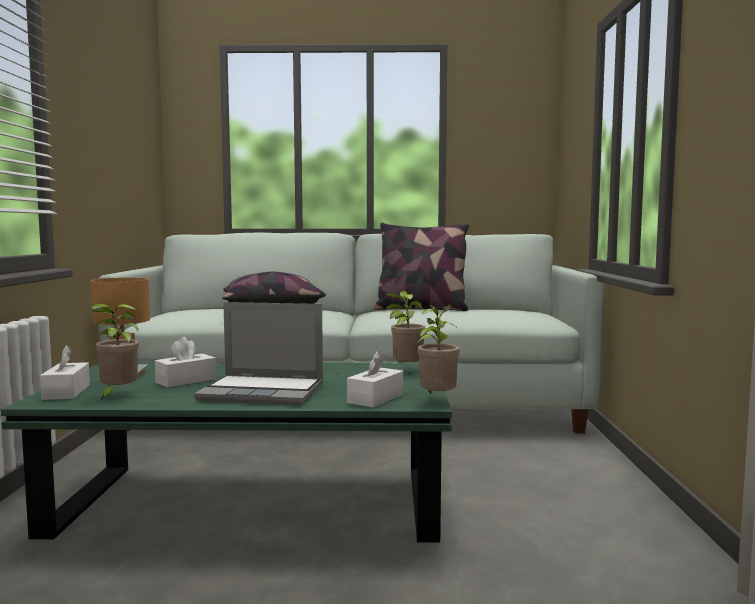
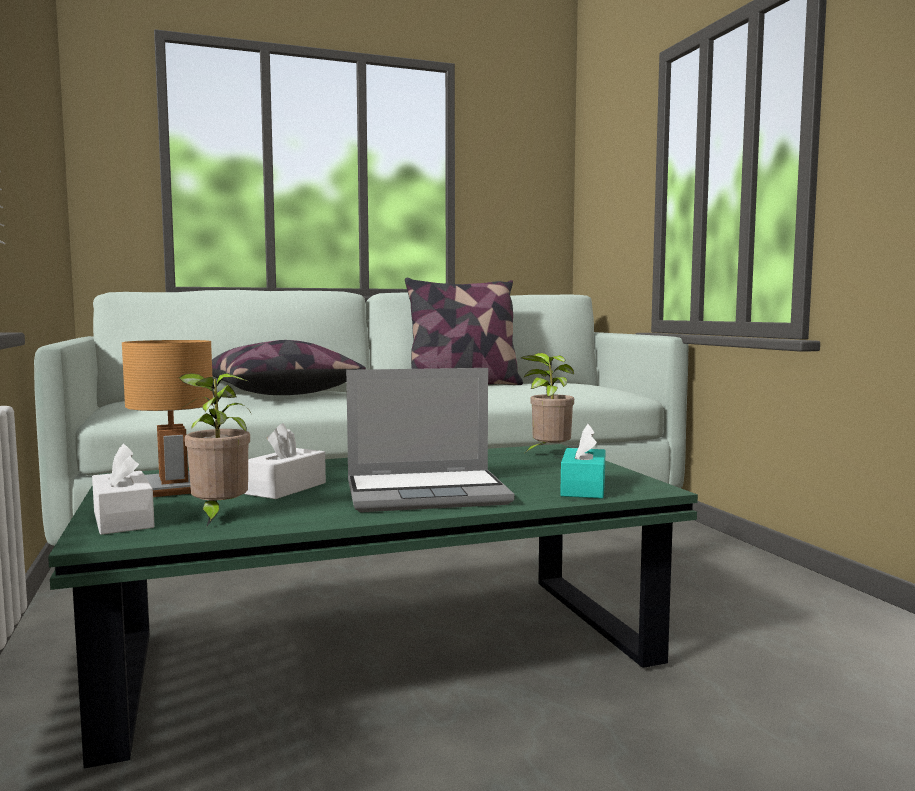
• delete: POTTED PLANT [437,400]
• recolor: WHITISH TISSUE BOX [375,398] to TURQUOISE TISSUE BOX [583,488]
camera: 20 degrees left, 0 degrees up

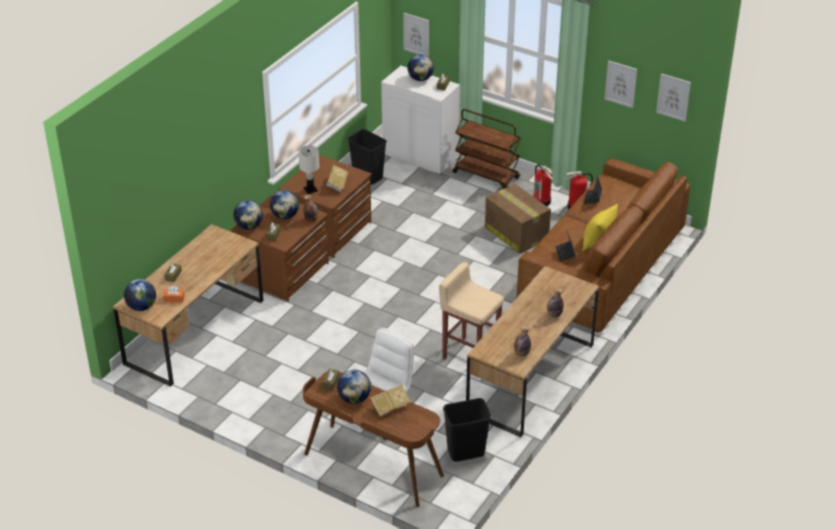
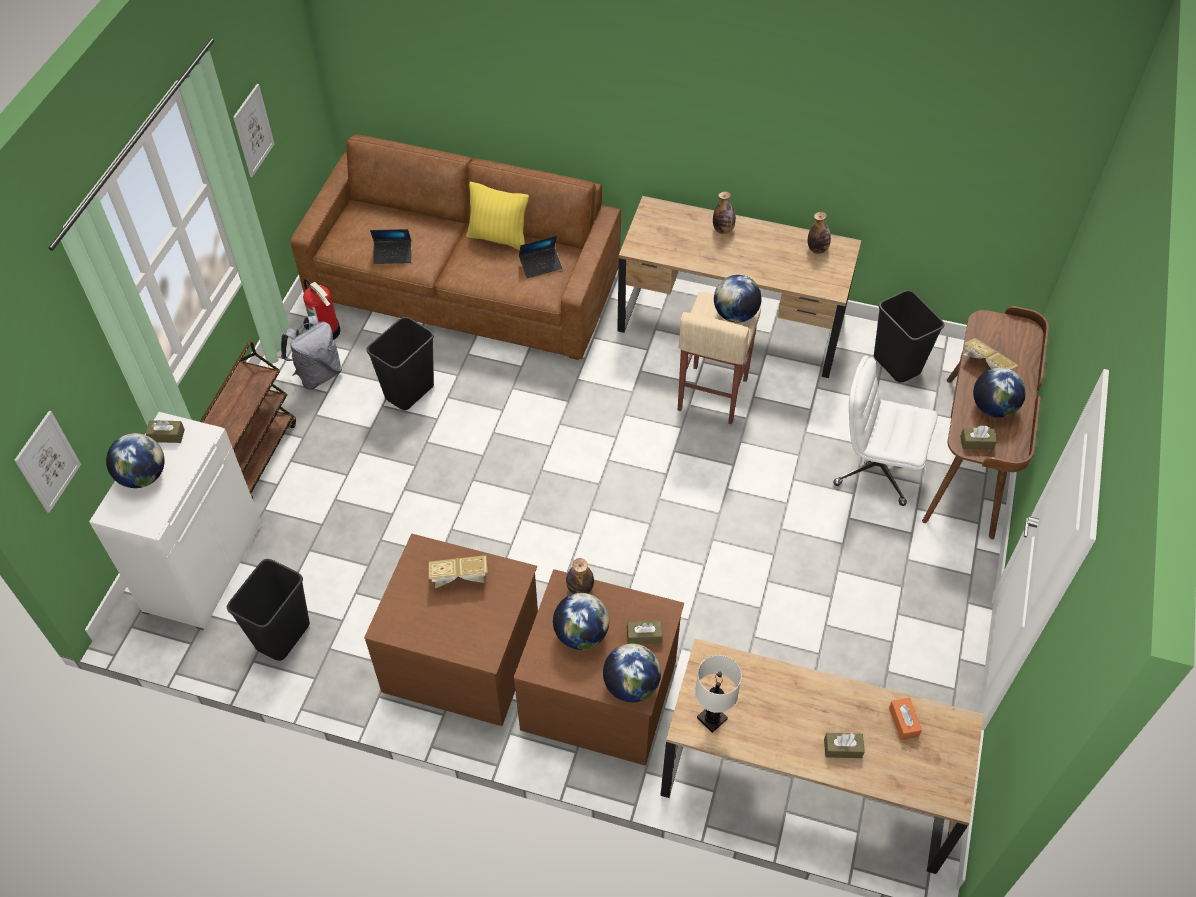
• delete: WALL PICTURE [673,97]
• move: GLOBE [141,307] to [735,314]
• move: WHITISH LAMP FOR A TABLE [310,189] to [711,718]
• replace: CARTON [515,233] to BLACKISH WASTE BIN [409,392]
• replace: FIRE EXTINGUISHER [542,201] to GREYISH BACKPACK [318,374]
camera: 105 degrees left, 15 degrees up

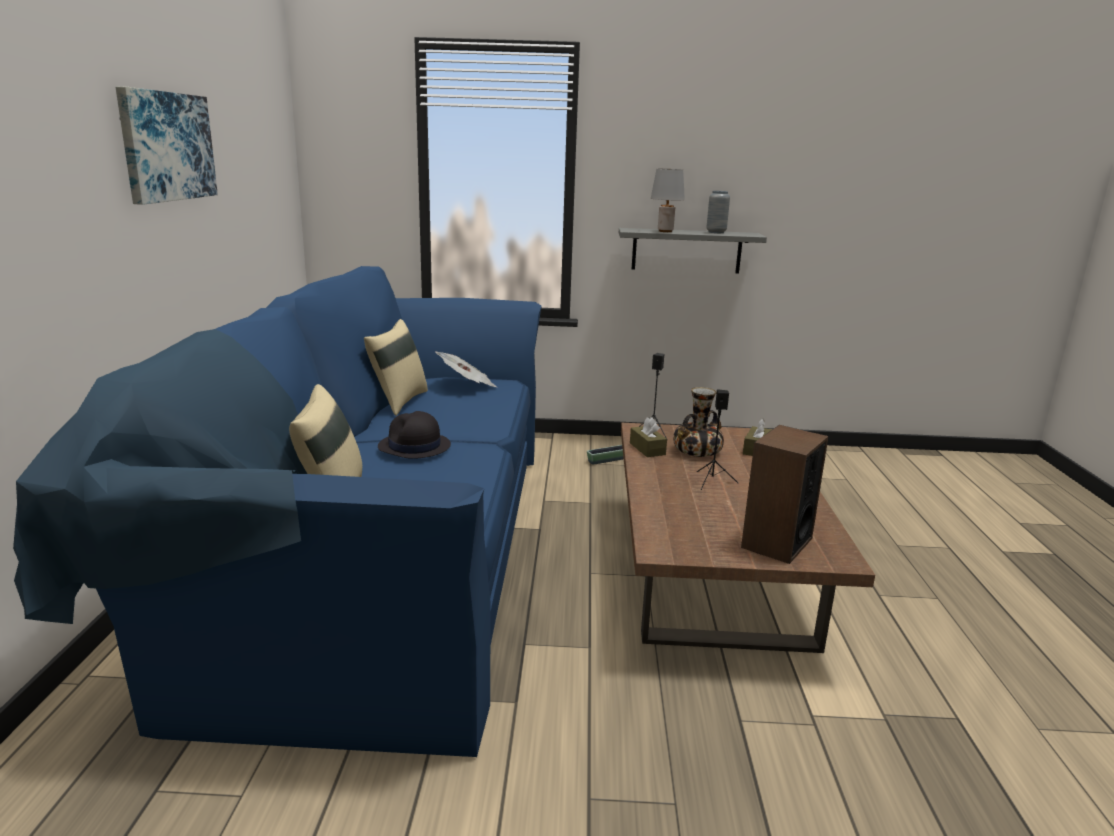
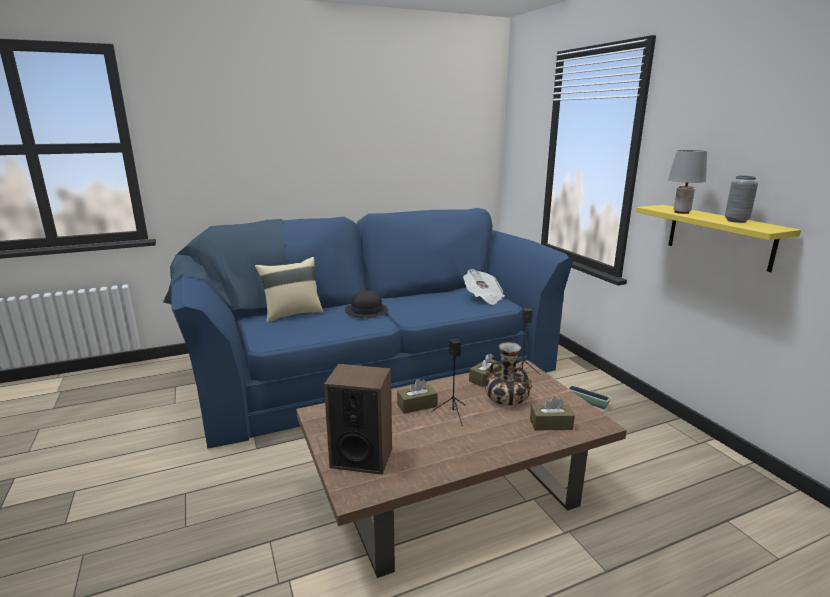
• delete: WALL PICTURE [166,146]
• delete: BEIGE PILLOW [398,401]
• insert: BROWN-COLOURED TISSUE BOX [417,405]
• recolor: GREYISH WALL SHELF [686,250] to YELLOW-COLOURED WALL SHELF [719,236]
camera: 65 degrees right, 0 degrees up

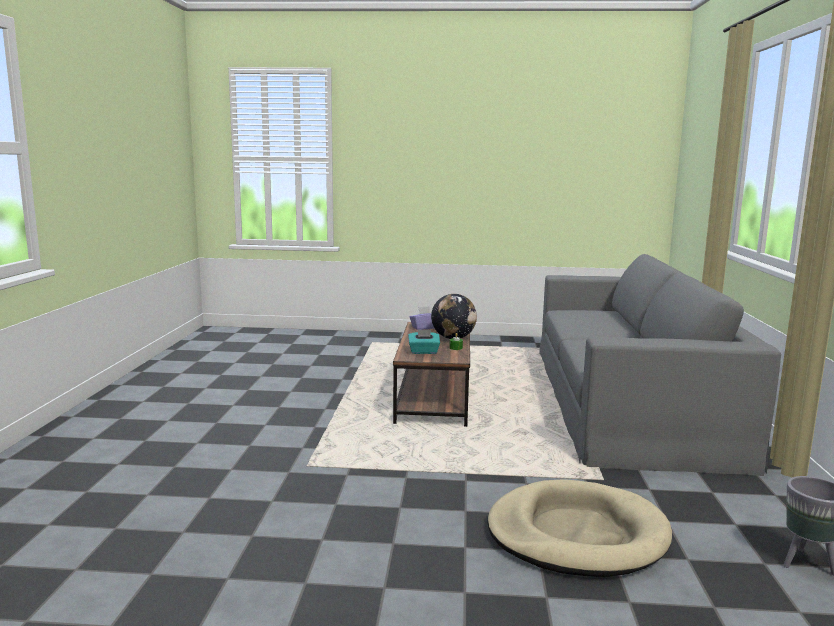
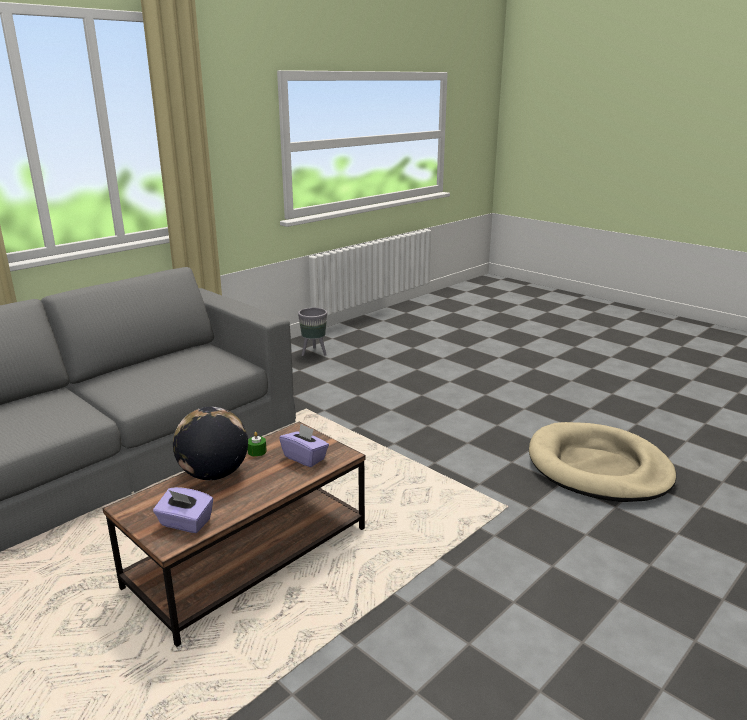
• move: BEIGE PET BED [576,534] to [598,467]
• recolor: TURQUOISE TISSUE BOX [423,352] to PURPLE TISSUE BOX [305,458]
camera: 140 degrees left, 10 degrees up

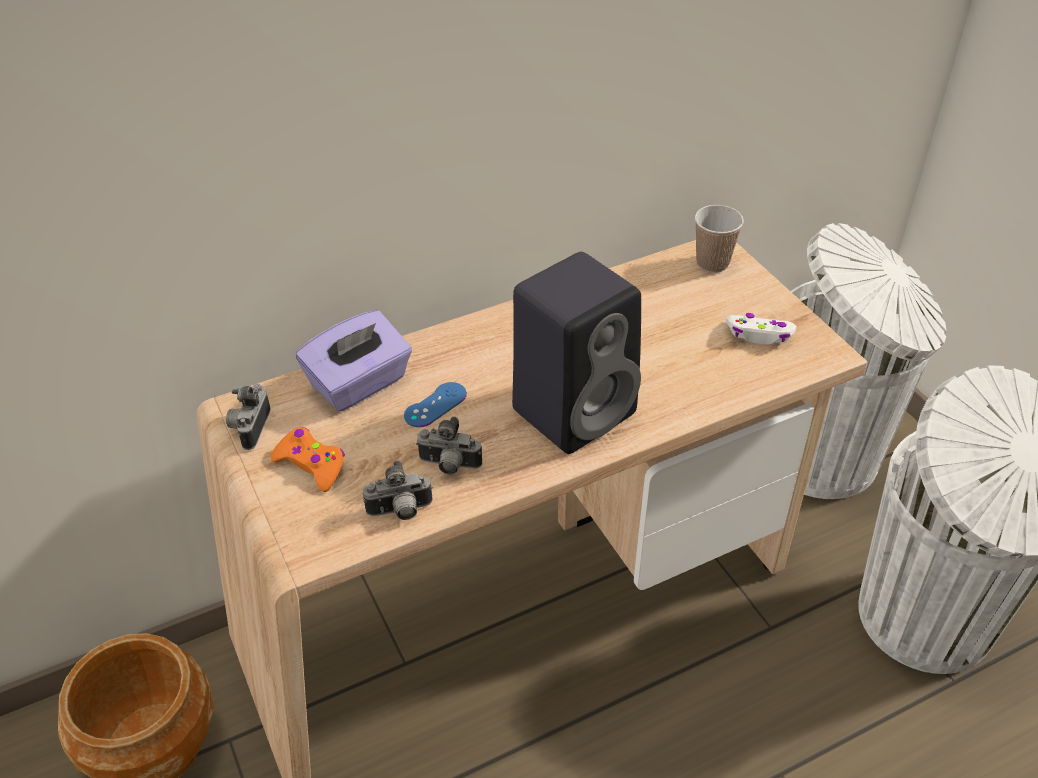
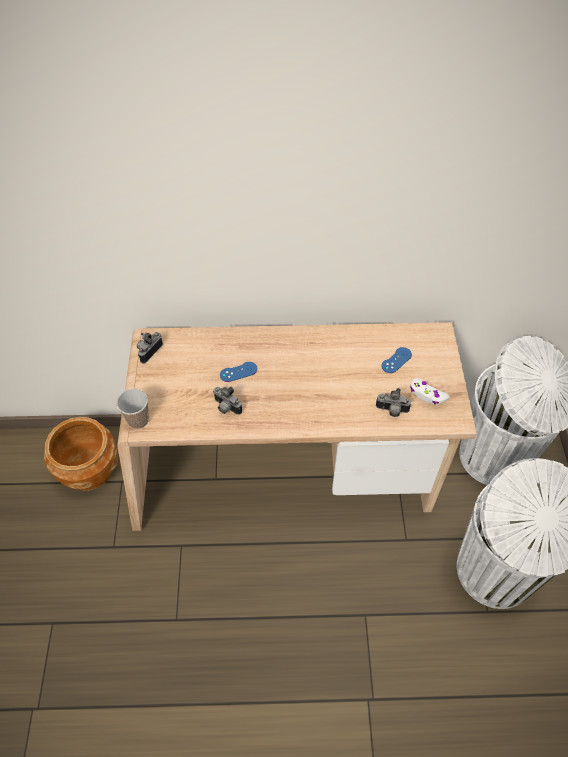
• delete: ORANGEY GAME CONTROLLER [311,465]
• delete: PURPLE TISSUE BOX [360,384]
• delete: BLACKISH LOUDSPEAKER [576,409]
• insert: BLUE-COLOURED GAME CONTROLLER [396,360]
• move: PHOTO CAMERA [400,512] to [391,411]
• move: DRINKING CUP [712,263] to [138,420]
camera: 25 degrees right, 10 degrees up

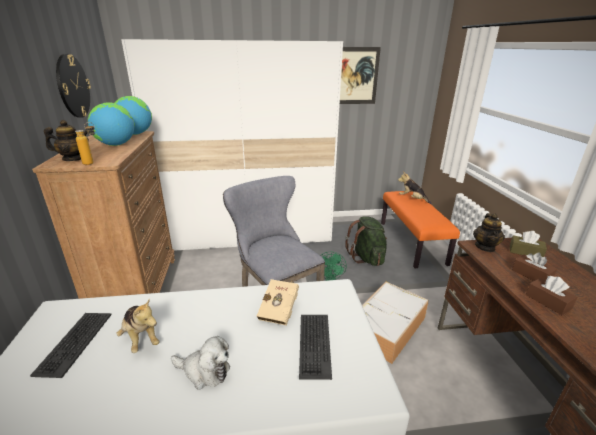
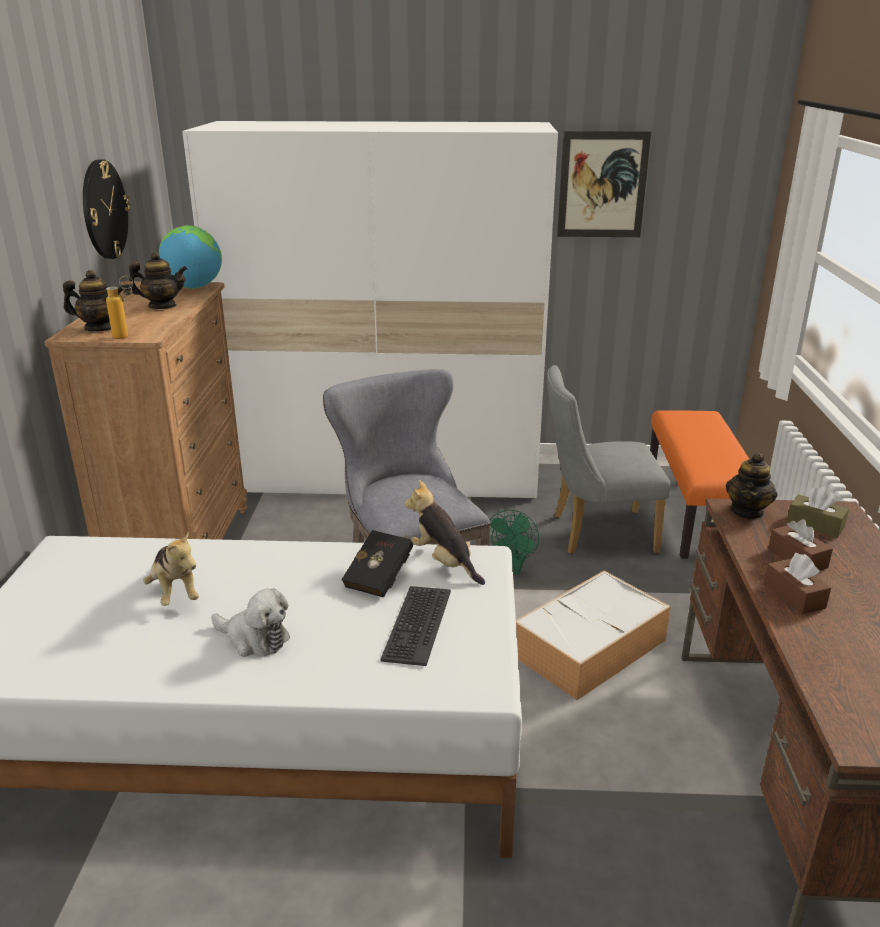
• delete: COMPUTER KEYBOARD [74,342]
• move: SOFT TOY [412,199] to [444,562]
• replace: GLOBE [116,145] to TEA POT [162,306]
• replace: GREENISH BACKPACK [367,258] to GREYISH PLAIN CHAIR [595,533]
• recolor: BEIGE BOOK [280,310] to BLACKISH BOOK [381,577]
camera: 10 degrees right, 0 degrees up

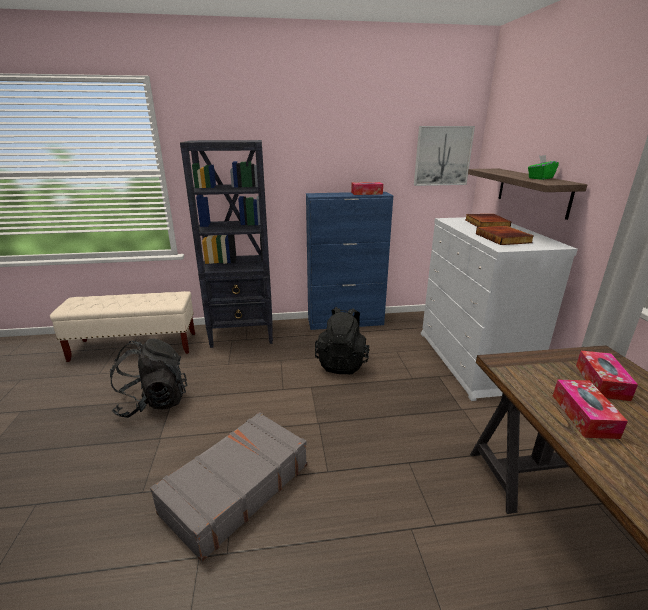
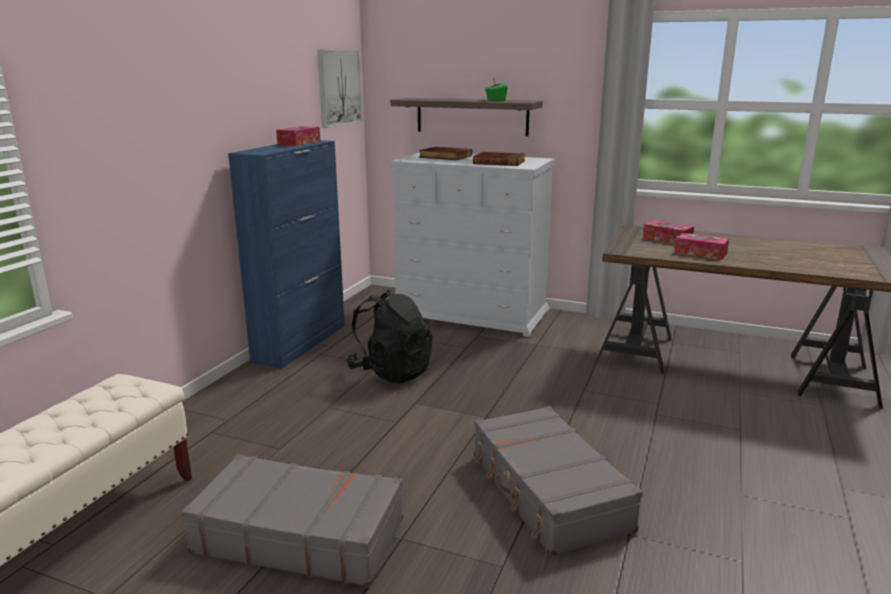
• delete: BLACKISH BOOKSHELF [243,334]
• replace: BLACKISH BACKPACK [153,402] to GREYISH TRAVEL CASE [299,535]
camera: 60 degrees left, 5 degrees down

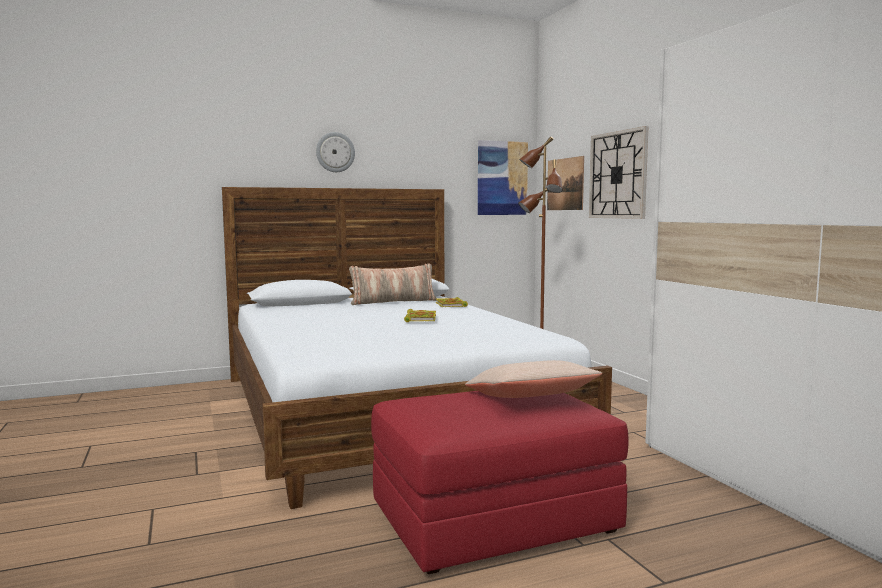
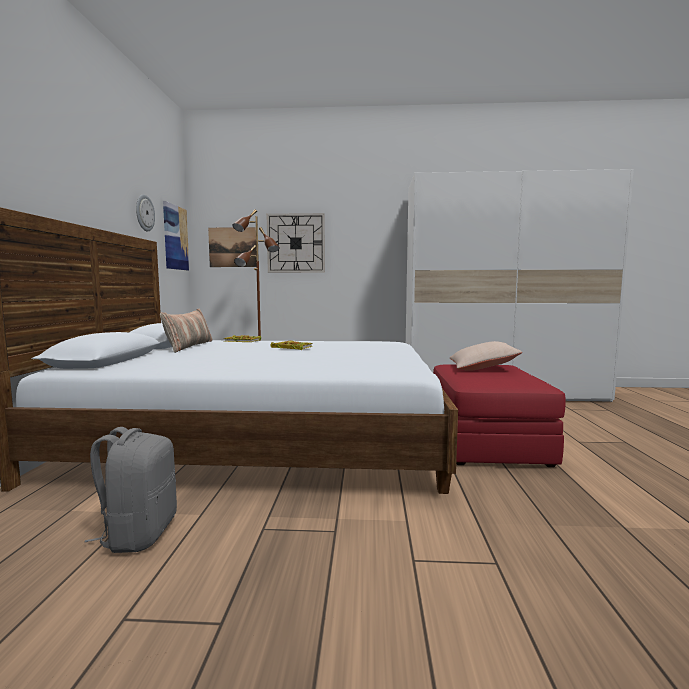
• insert: GREYISH BACKPACK [139,534]
• move: HANGING CLOCK [335,152] to [144,213]
camera: 65 degrees left, 0 degrees up

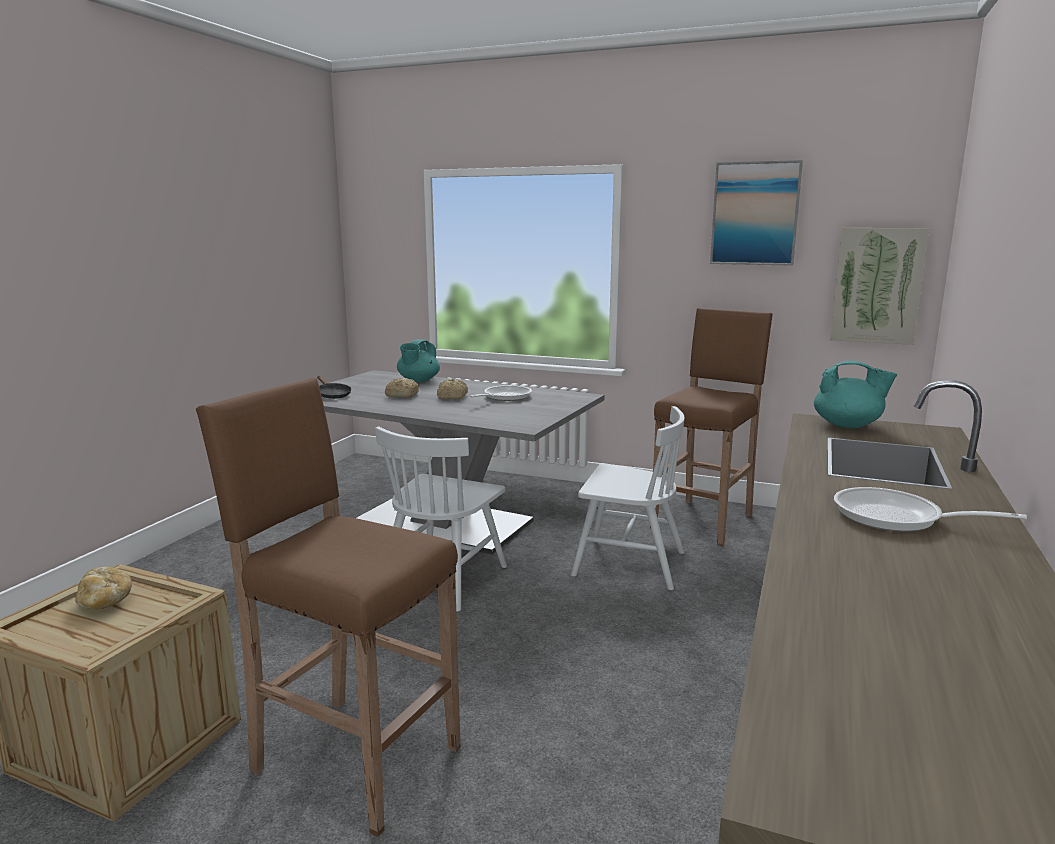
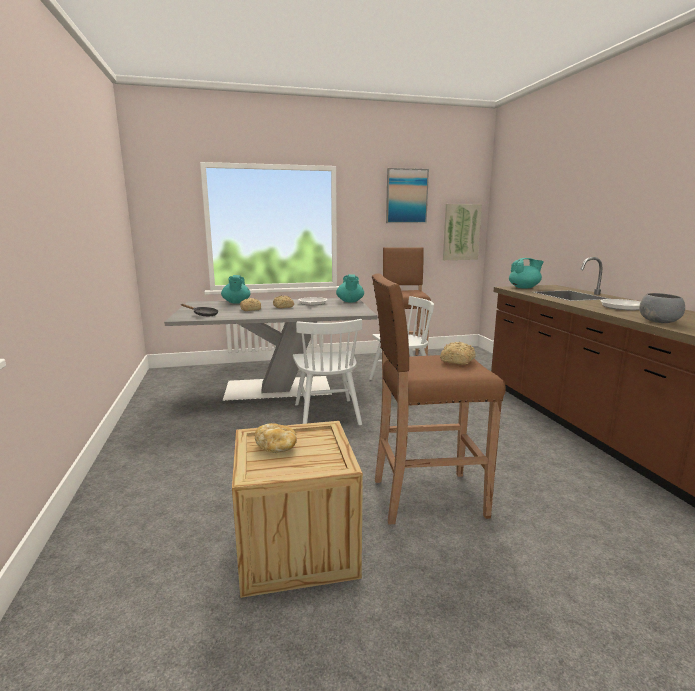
• insert: TURQUOISE TEA POT [350,301]
• insert: BREAD [457,361]
• insert: GREYISH DEEP DISH [659,322]
camera: 35 degrees left, 0 degrees up

